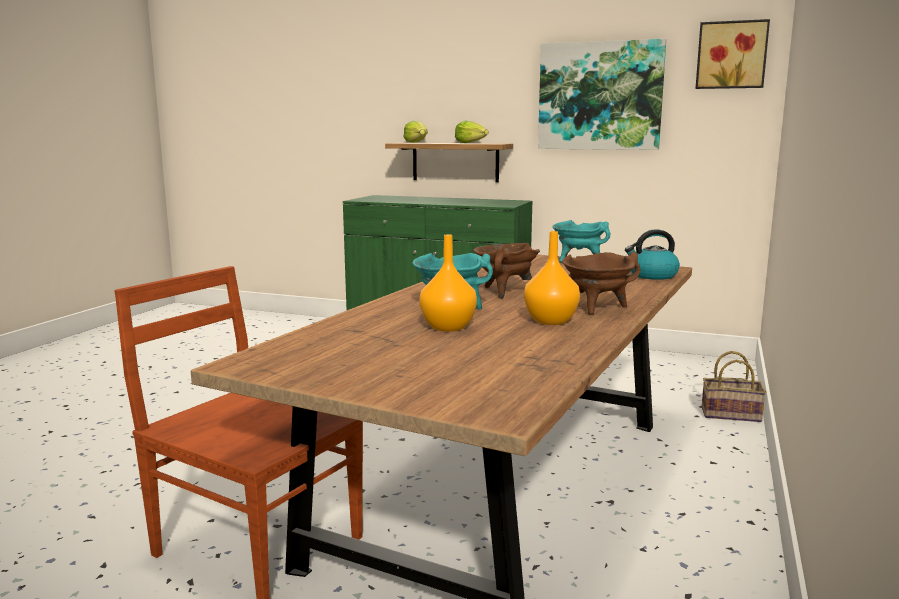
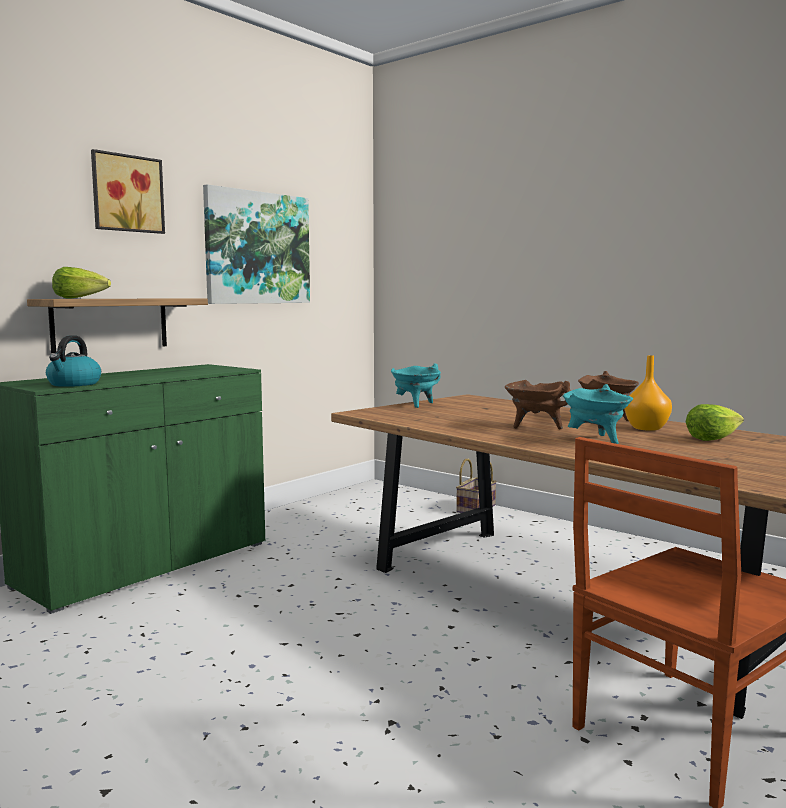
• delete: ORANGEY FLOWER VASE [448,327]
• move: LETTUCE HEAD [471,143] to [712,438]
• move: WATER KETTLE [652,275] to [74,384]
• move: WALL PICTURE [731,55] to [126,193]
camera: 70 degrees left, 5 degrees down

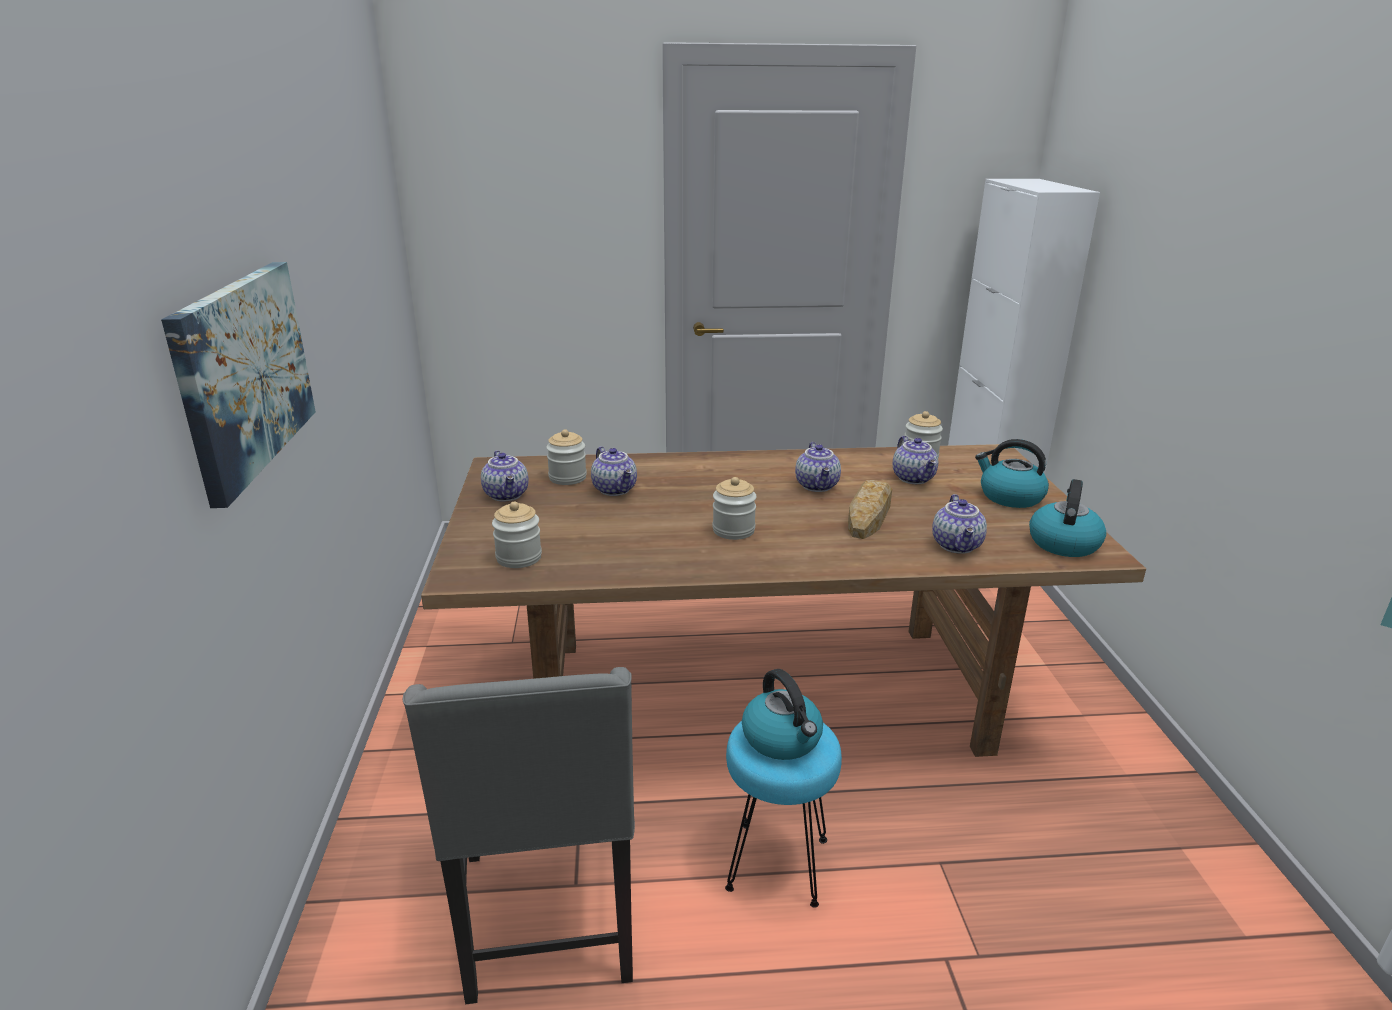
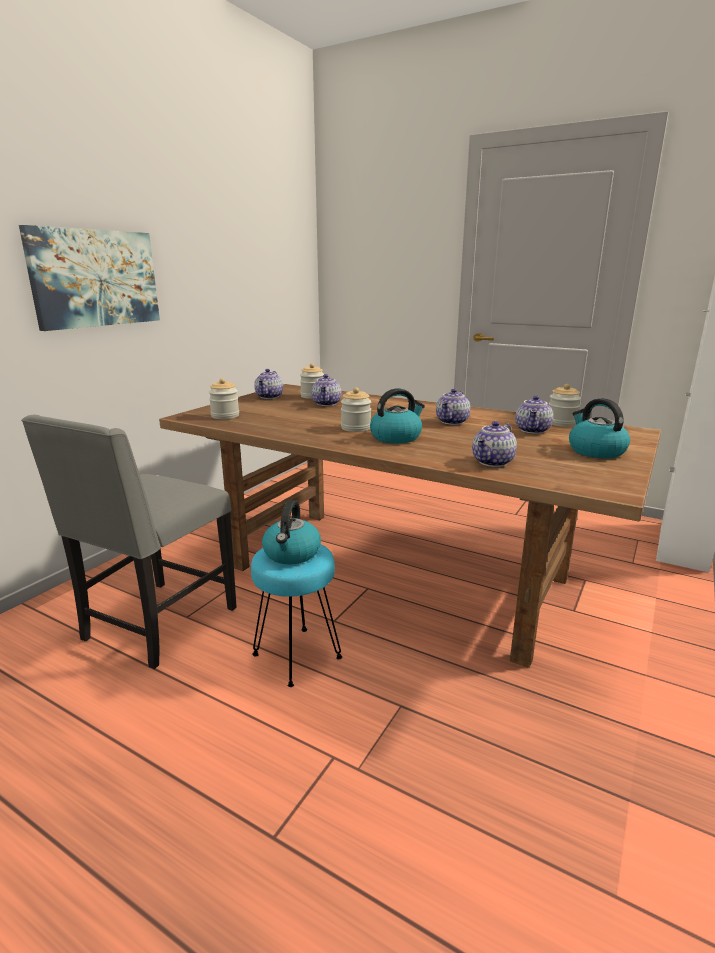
• delete: BREAD [869,516]
• move: WATER KETTLE [1063,543] to [396,437]
camera: 35 degrees right, 5 degrees down

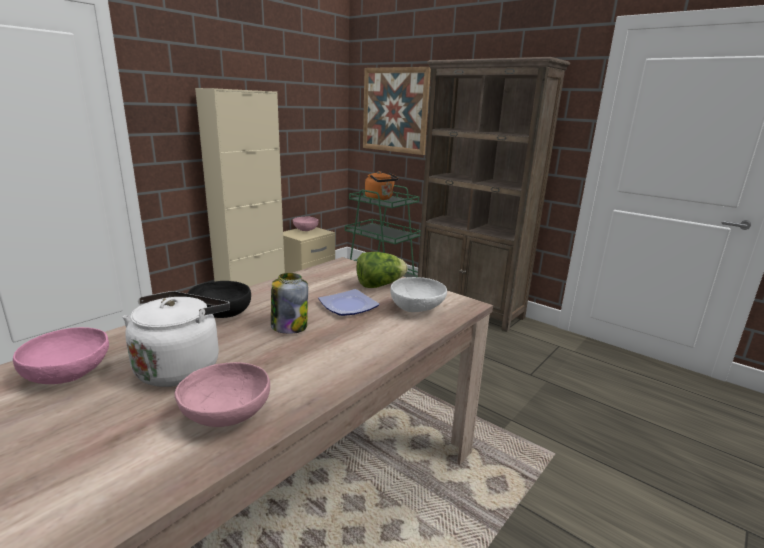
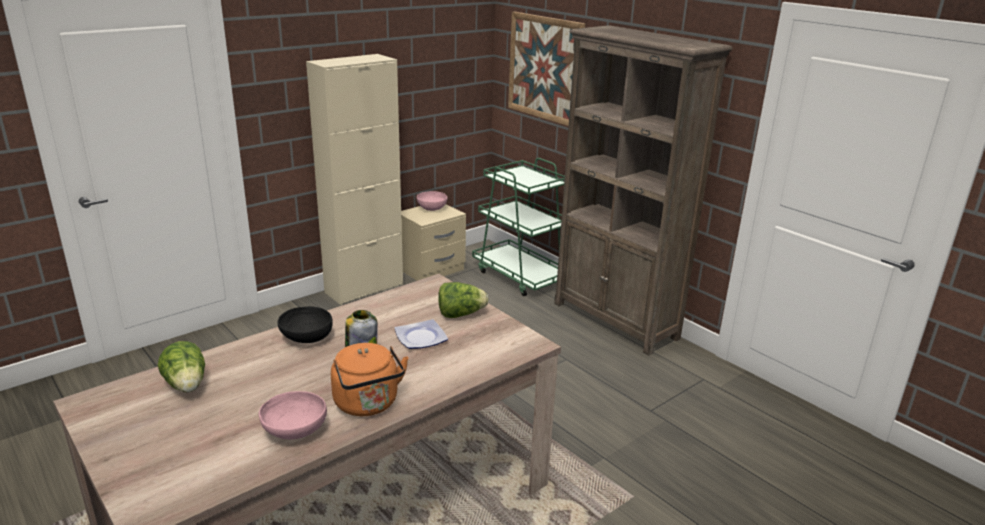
• delete: WHITISH WATER KETTLE [181,367]
• delete: WHITISH DEEP DISH [417,309]
• move: ORANGEY WATER KETTLE [380,199] to [368,404]
• replace: PINK-COLOURED DEEP DISH [70,373] to LETTUCE HEAD [187,385]
camera: 10 degrees right, 5 degrees up

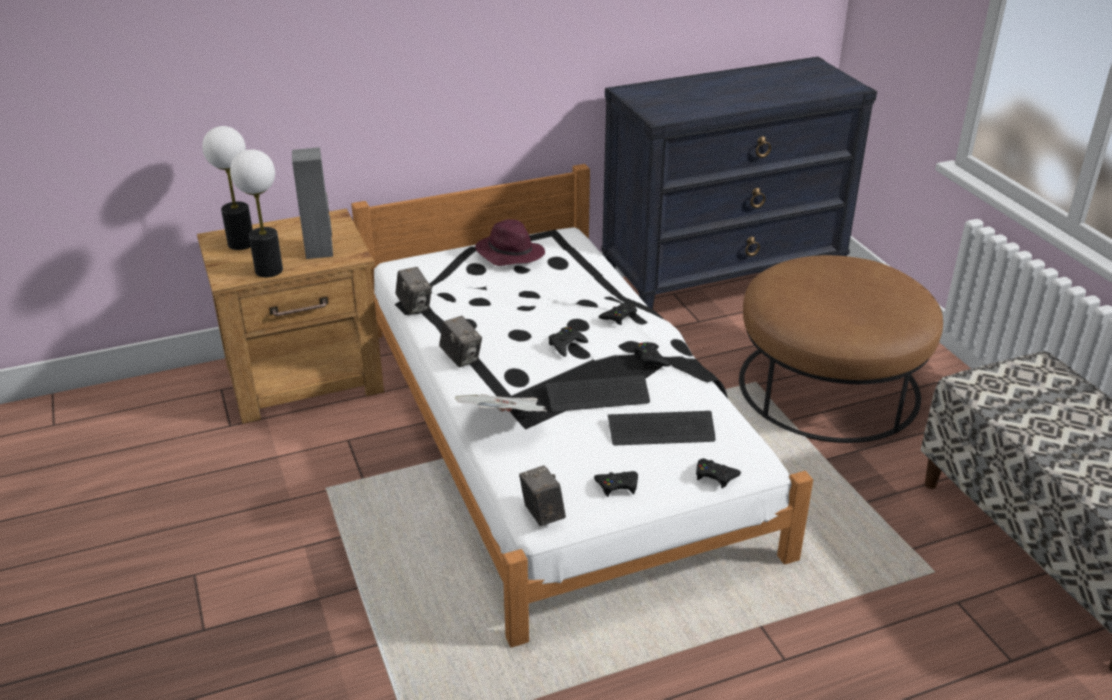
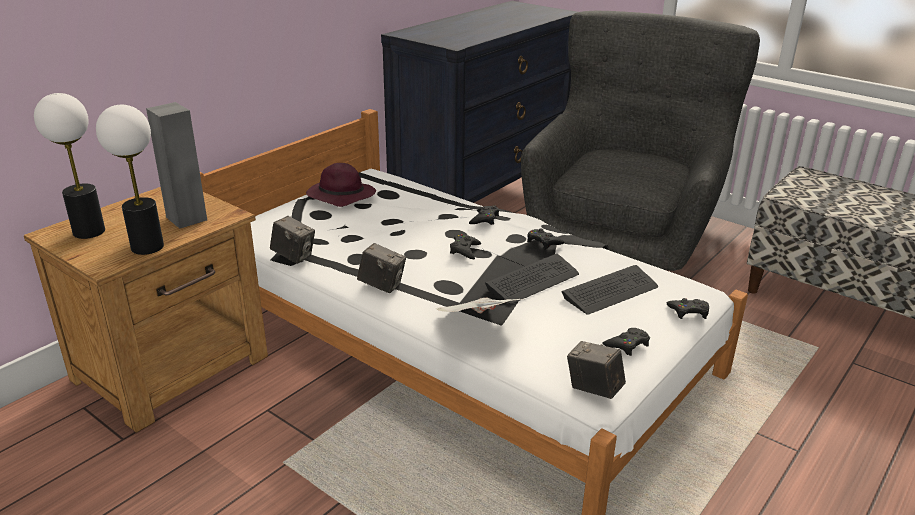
• replace: BROWN-COLOURED FOOTREST [829,386] to GREYISH ARMCHAIR [622,247]
camera: 30 degrees left, 5 degrees down

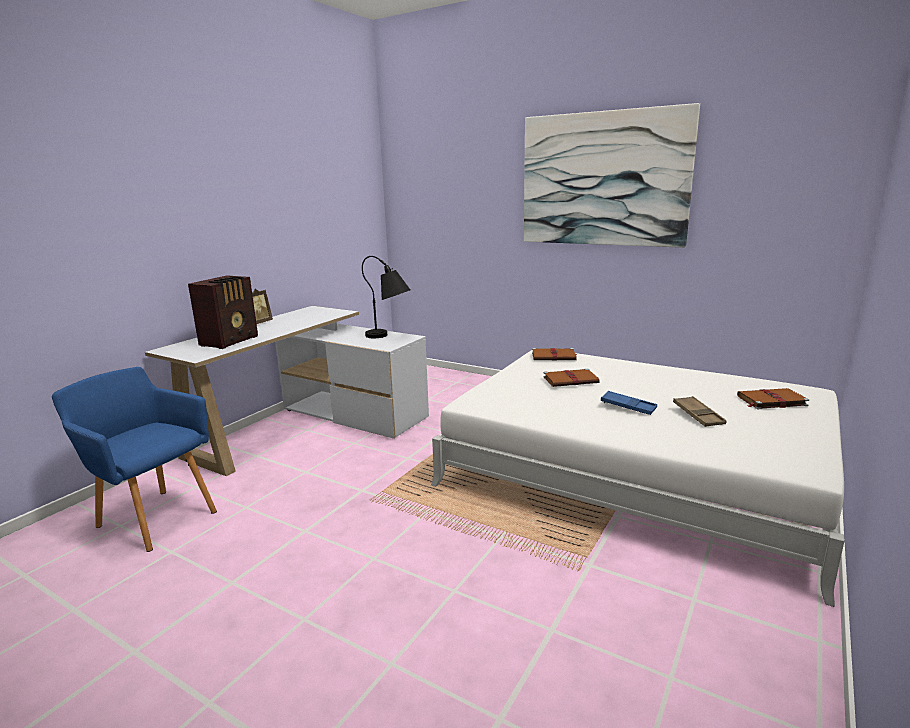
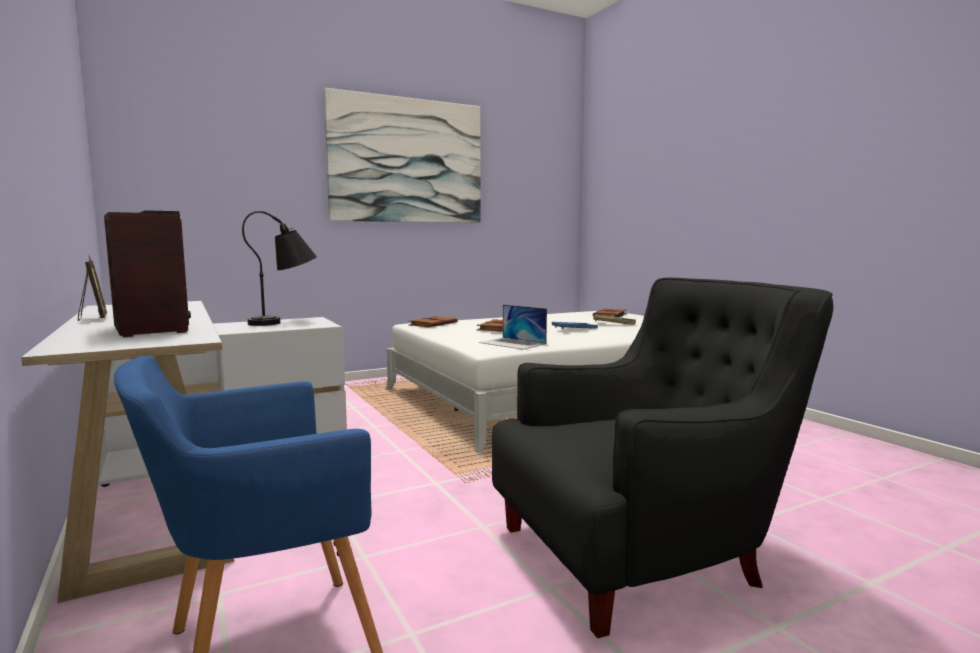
• insert: LAPTOP [512,343]
• insert: BLACKISH ARMCHAIR [645,553]
camera: 60 degrees left, 10 degrees down

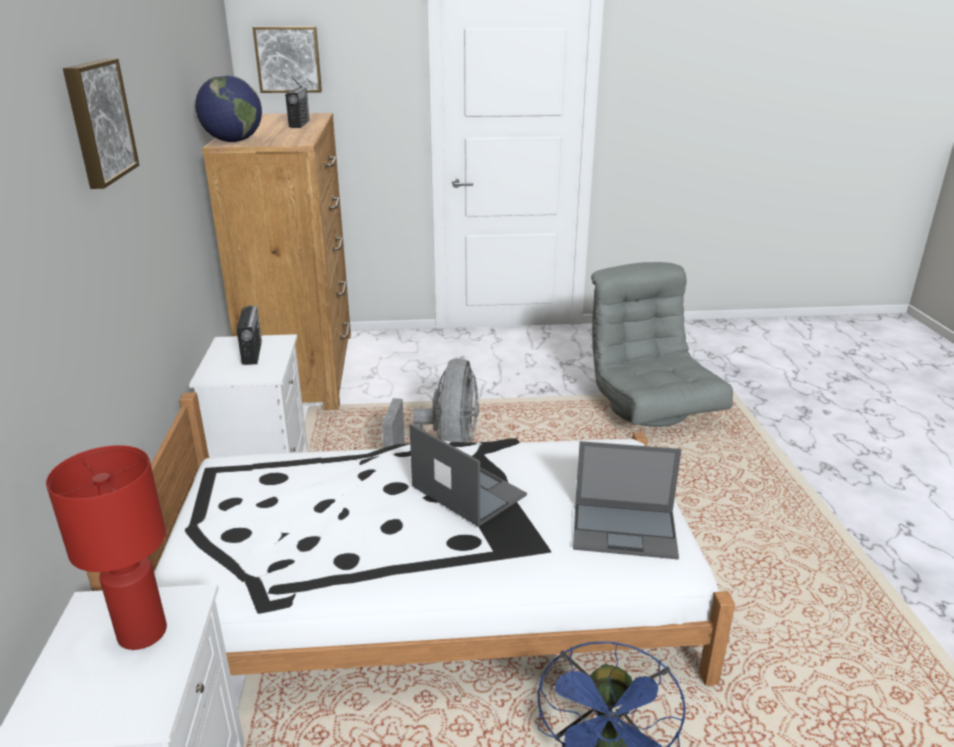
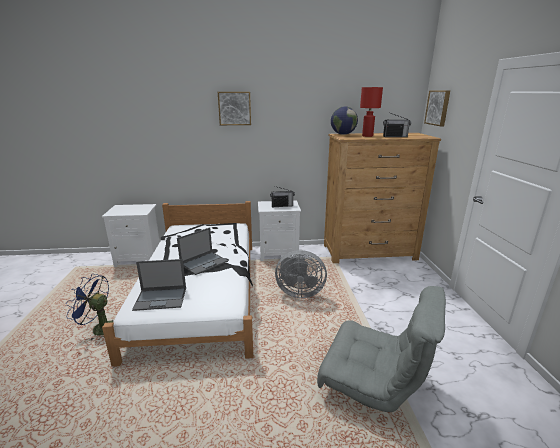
• move: REDDISH LAMP FOR A TABLE [141,633] to [367,136]
• rotate: LAPTOP [625,530] = [161,298] 105 degrees counterclockwise
• rotate: GREYISH ARMCHAIR [651,408] = [373,385] 45 degrees clockwise
camera: 90 degrees right, 5 degrees down

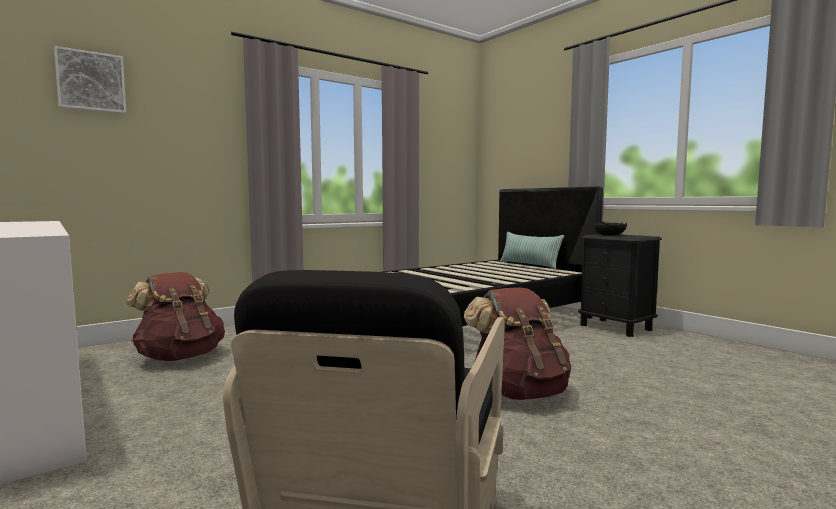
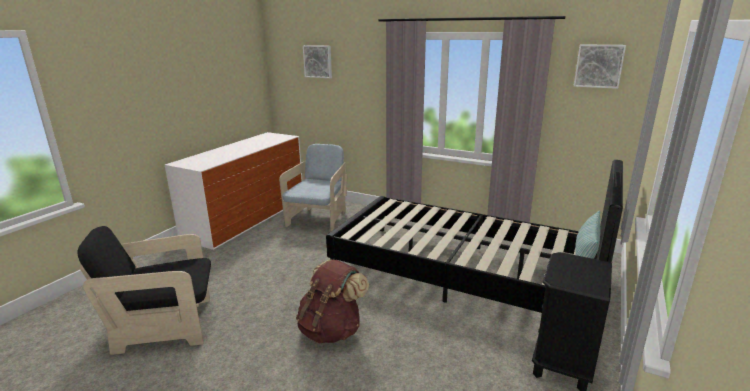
• delete: BLACKISH DEEP DISH [609,235]
• insert: WALL PICTURE [599,66]
• replace: BROWN-COLOURED BACKPACK [180,357] to BEIGE ARMCHAIR [318,219]
camera: 65 degrees right, 15 degrees up

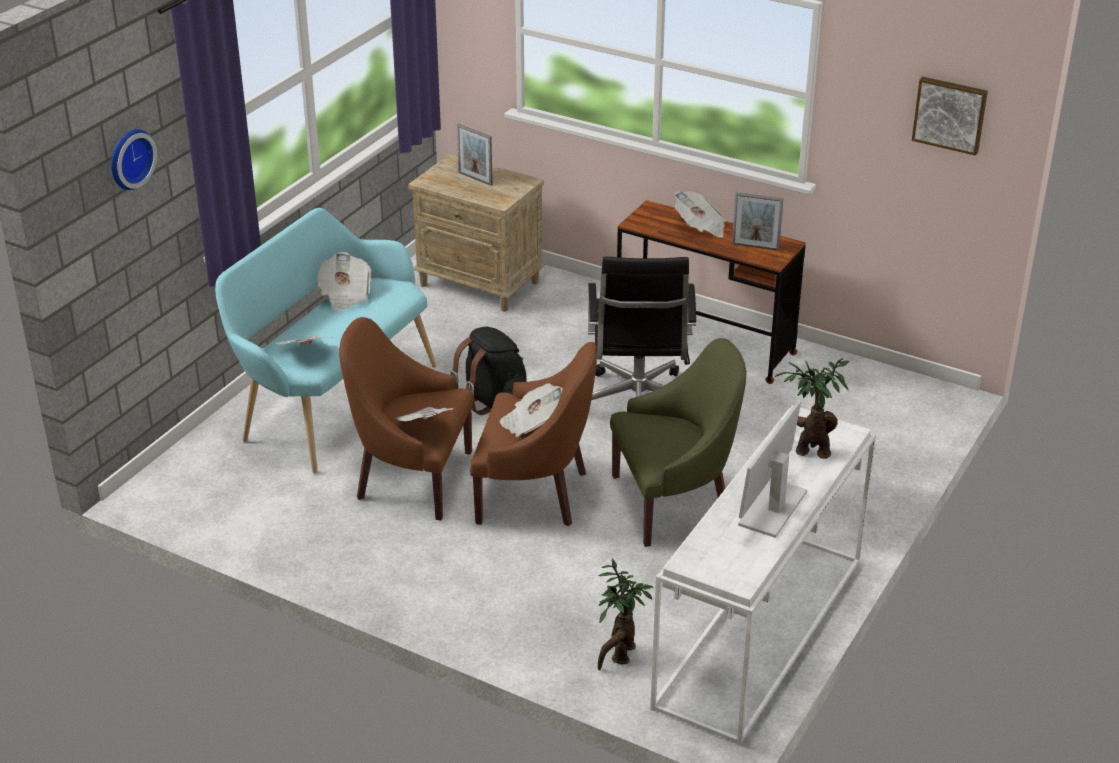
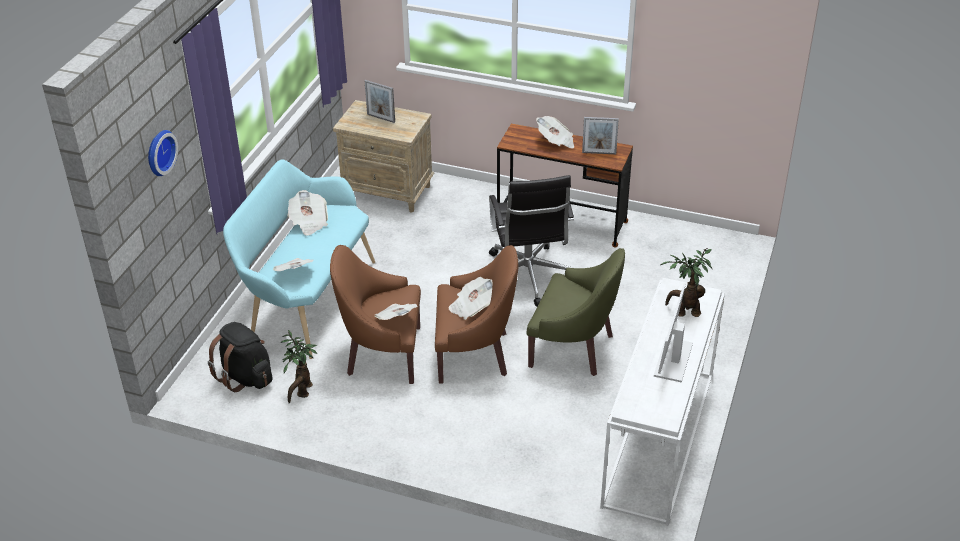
• delete: WALL PICTURE [950,114]
• move: BLACKISH BACKPACK [494,401] to [245,377]
• move: POTTED PLANT [619,656] to [302,392]
• rotate: GREENISH ARMCHAIR [674,502] = [574,348] 45 degrees clockwise
camera: 10 degrees left, 5 degrees up

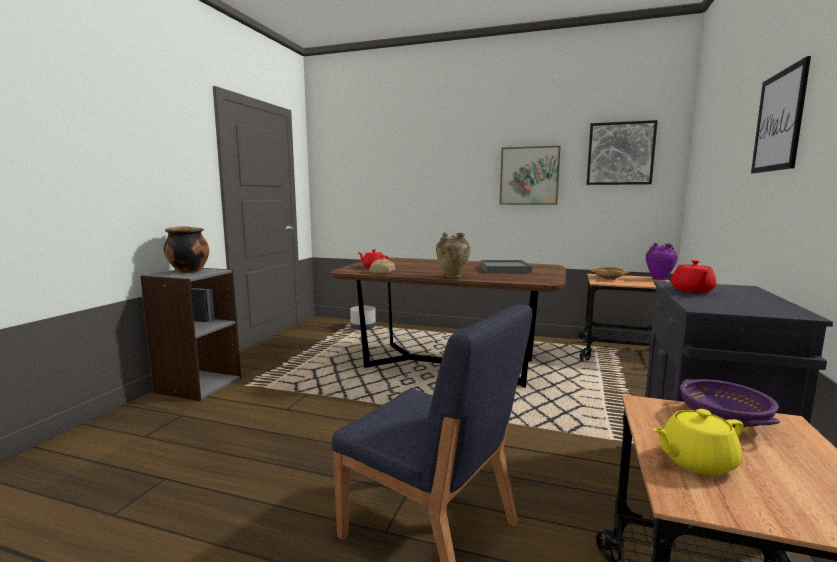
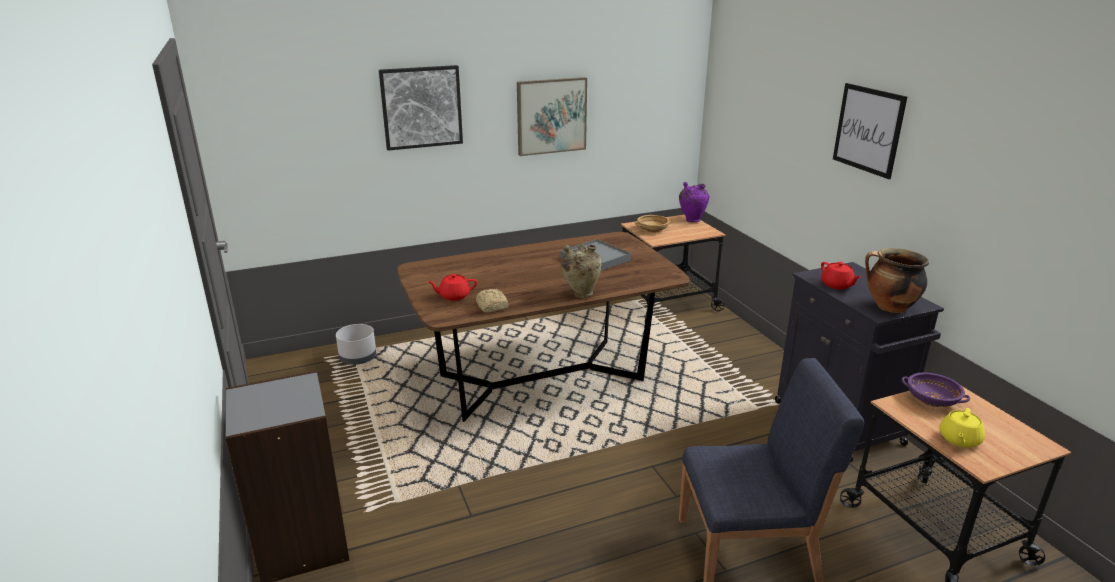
• move: COOKING POT [188,271] to [889,307]
• move: WALL PICTURE [620,153] to [421,107]
camera: 40 degrees left, 15 degrees up

